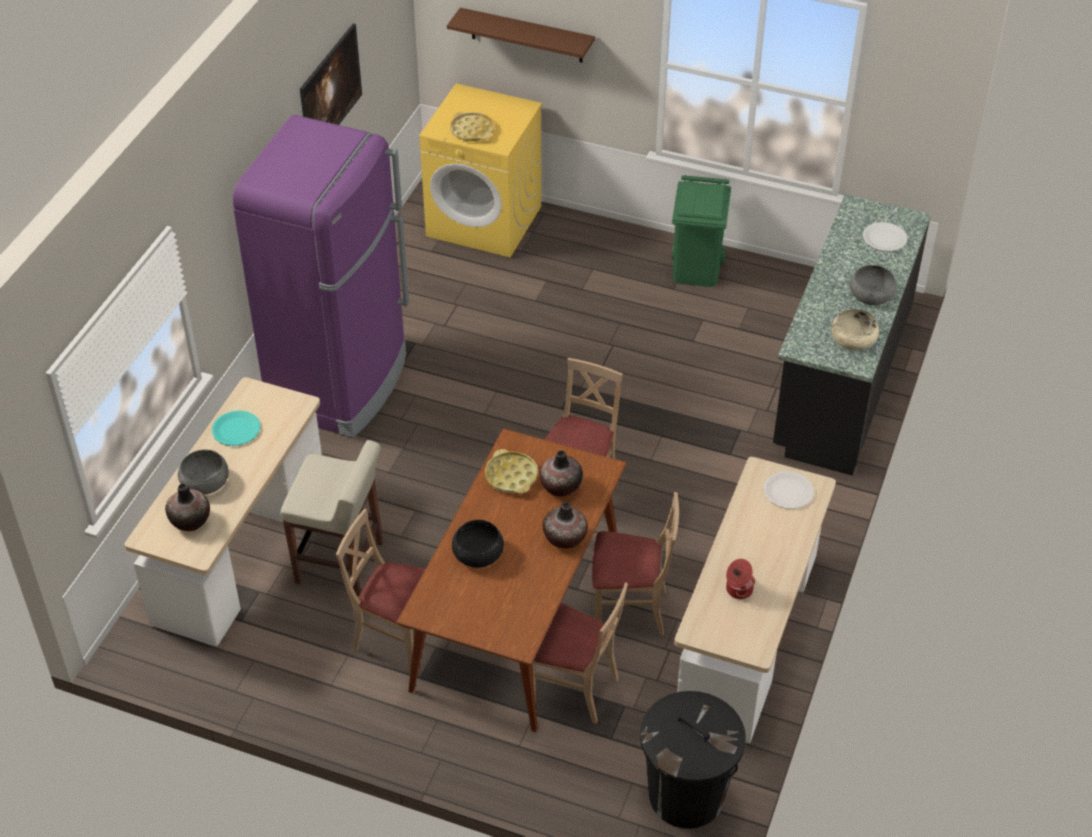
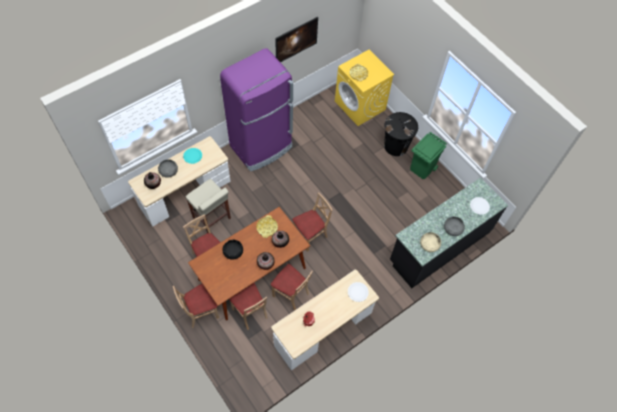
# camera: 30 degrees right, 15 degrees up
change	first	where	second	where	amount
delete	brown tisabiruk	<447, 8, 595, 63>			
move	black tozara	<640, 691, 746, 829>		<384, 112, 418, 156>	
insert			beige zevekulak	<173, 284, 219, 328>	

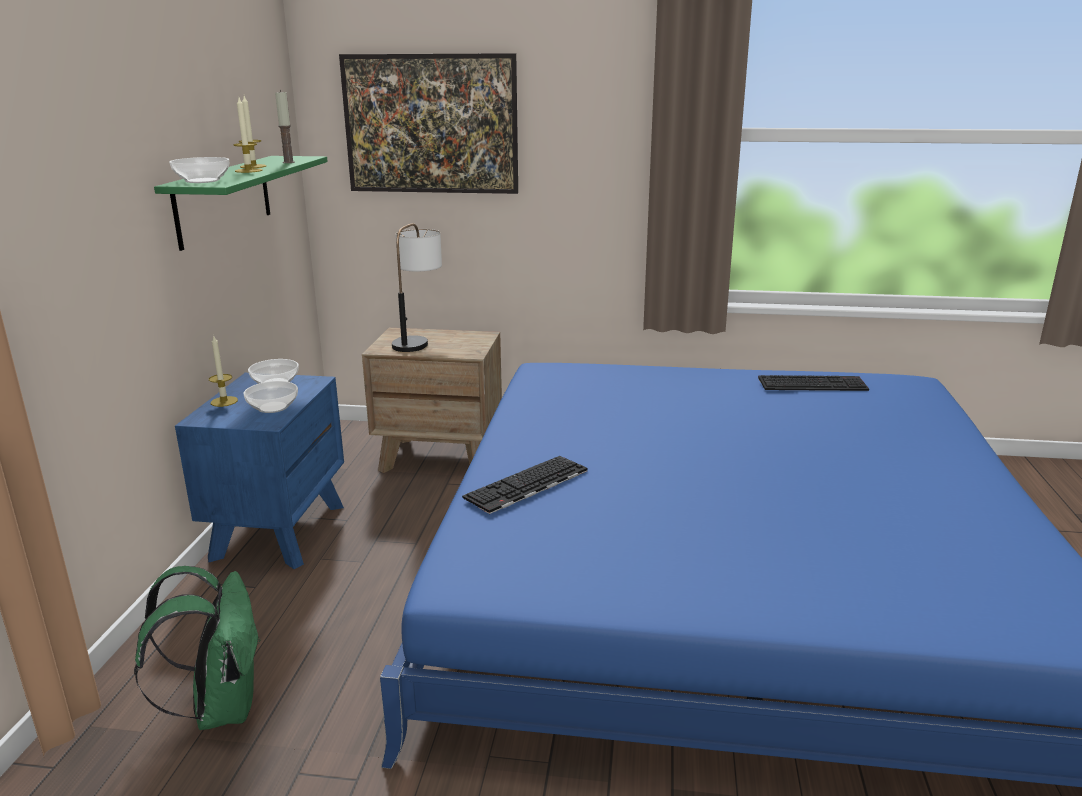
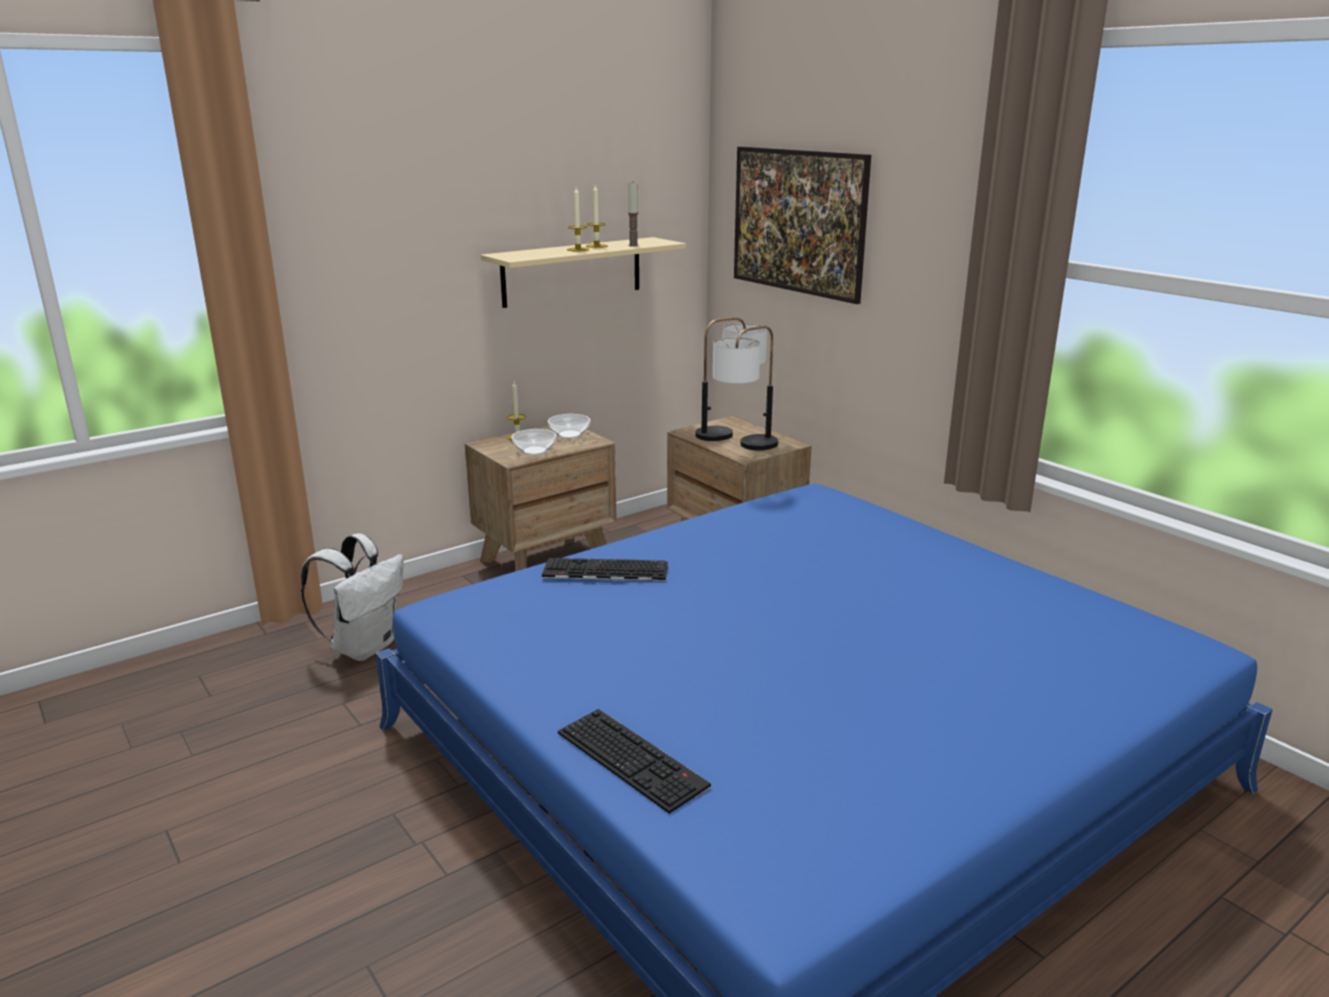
# camera: 45 degrees right, 0 degrees up
change	first	where	second	where	amount
recolor	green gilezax	<134, 566, 261, 730>	white gilezax	<301, 533, 404, 661>	
recolor	green tisabiruk	<154, 156, 328, 251>	beige tisabiruk	<481, 237, 686, 308>	
delete	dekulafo	<169, 157, 229, 183>			
recolor	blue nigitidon	<175, 373, 344, 569>	brown nigitidon	<465, 425, 617, 571>	
move	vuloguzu	<758, 375, 869, 391>		<558, 709, 711, 814>	
insert			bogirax	<713, 326, 778, 450>	

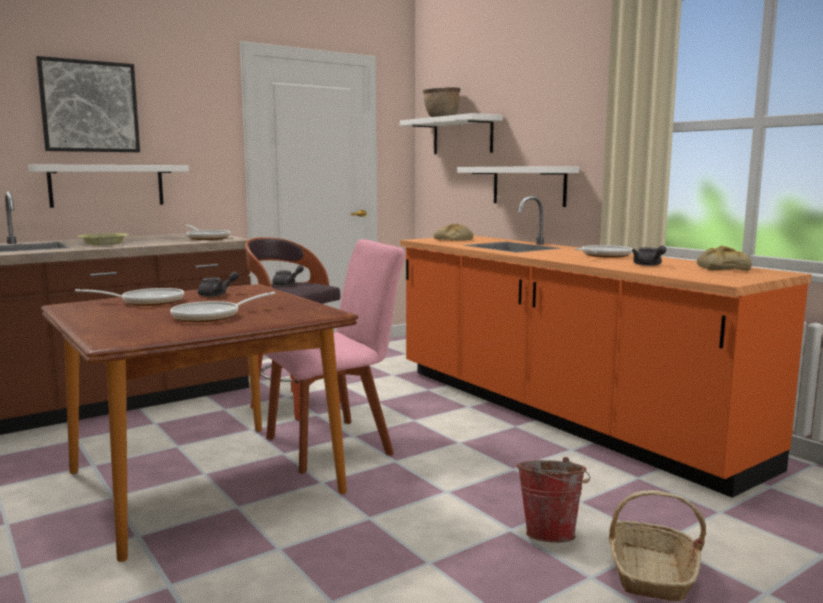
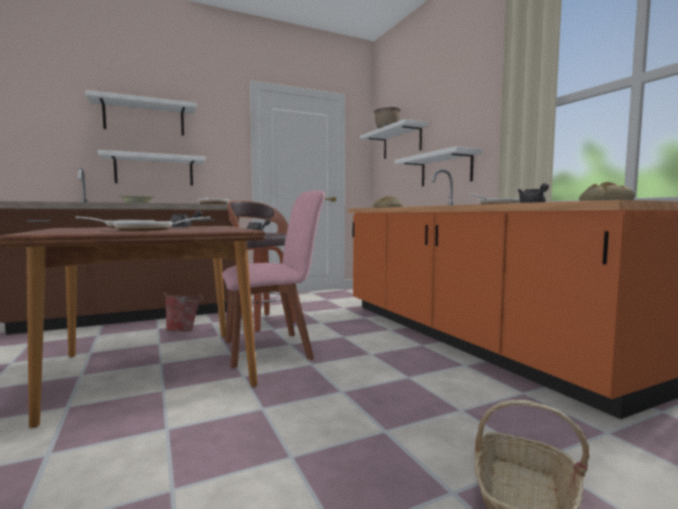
# camera: 10 degrees right, 5 degrees down
change	first	where	second	where	amount
replace	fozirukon	<36, 56, 140, 152>	white tisabiruk	<85, 90, 197, 136>	
move	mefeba	<517, 457, 590, 543>		<164, 292, 203, 332>	

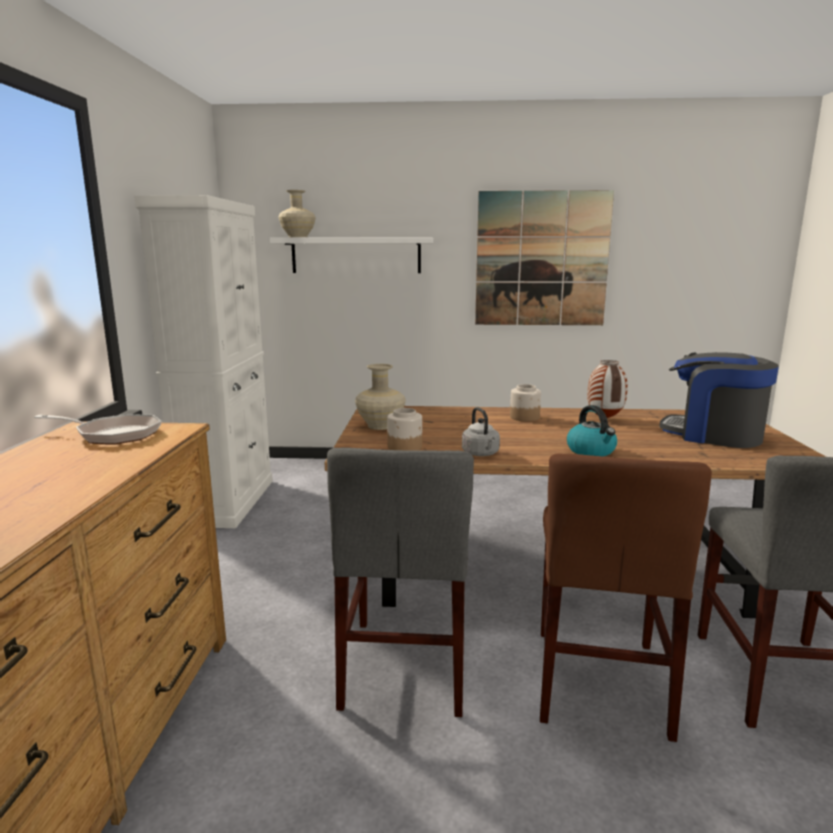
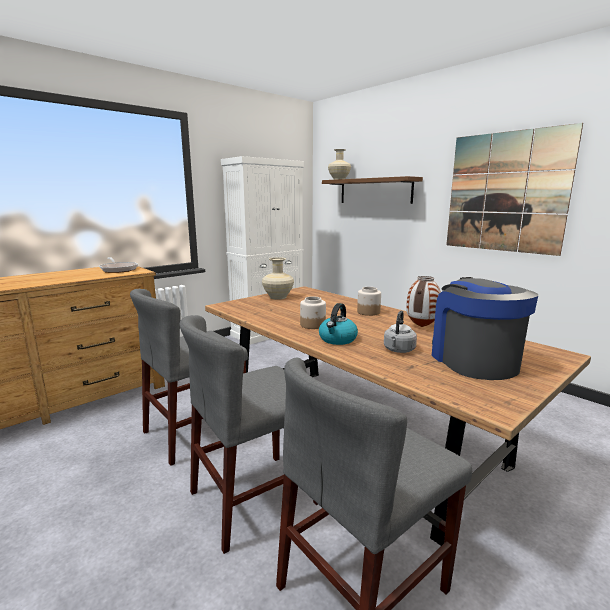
# camera: 45 degrees right, 0 degrees up
change	first	where	second	where	amount
recolor	white tisabiruk	<270, 237, 434, 273>	brown tisabiruk	<322, 176, 423, 204>	
move	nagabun	<387, 408, 422, 451>		<300, 296, 326, 329>	
move	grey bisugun	<462, 407, 500, 456>		<384, 311, 417, 353>	
recolor	brown zevekulak	<540, 453, 712, 742>	grey zevekulak	<179, 315, 318, 554>	

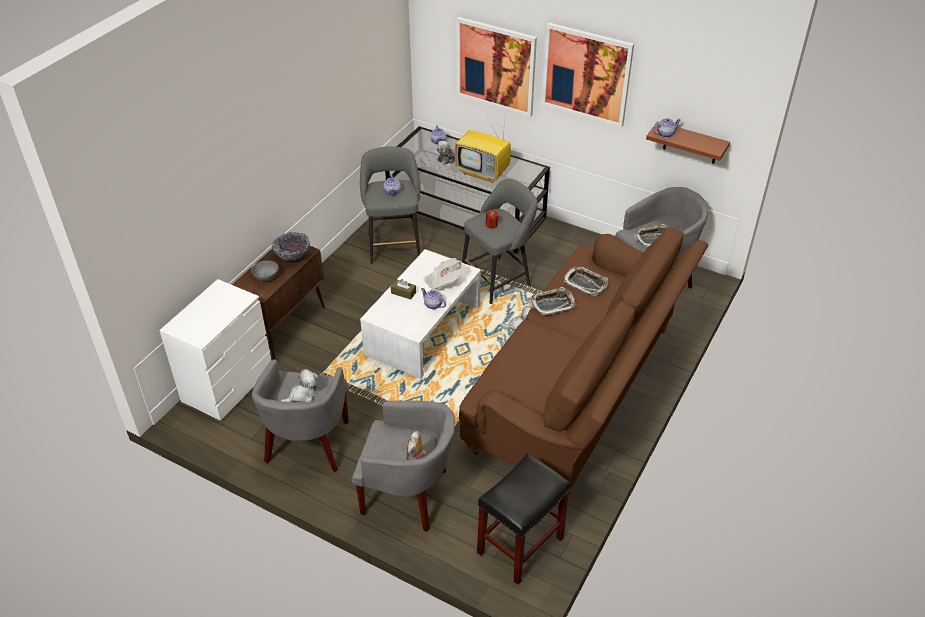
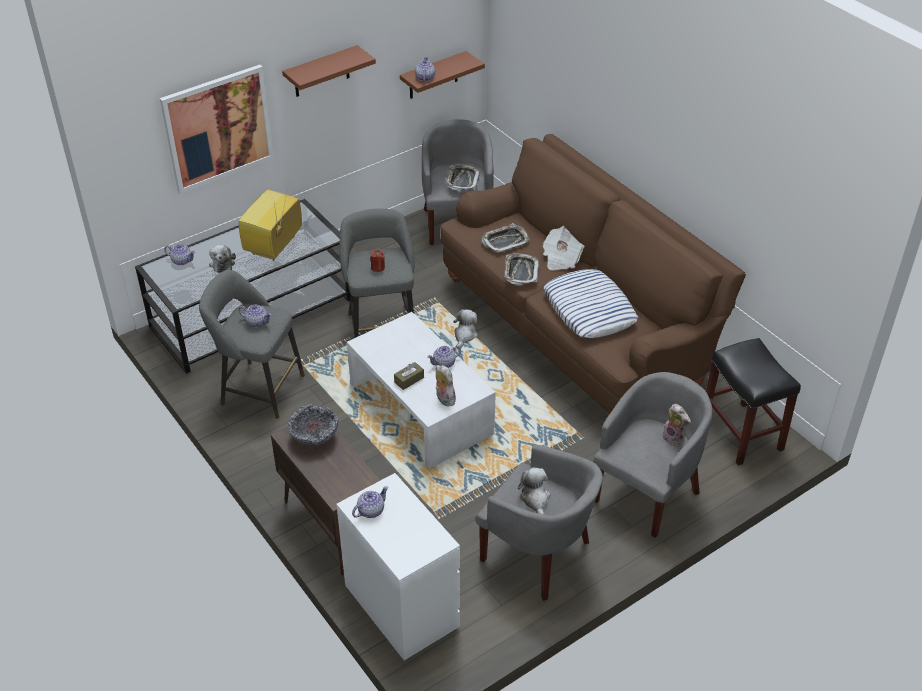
# camera: 65 degrees left, 0 degrees up
change	first	where	second	where	amount
delete	grey dekulafo	<251, 261, 279, 281>			
move	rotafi	<424, 258, 463, 290>		<543, 226, 585, 270>	
rotate	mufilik	<455, 113, 511, 183>		<239, 189, 302, 260>	150 degrees clockwise
replace	fozirukon	<541, 22, 634, 128>	brown tisabiruk	<282, 45, 376, 97>	
insert			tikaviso	<352, 486, 388, 518>	
insert			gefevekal	<436, 365, 456, 407>	
insert			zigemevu	<544, 269, 638, 338>	

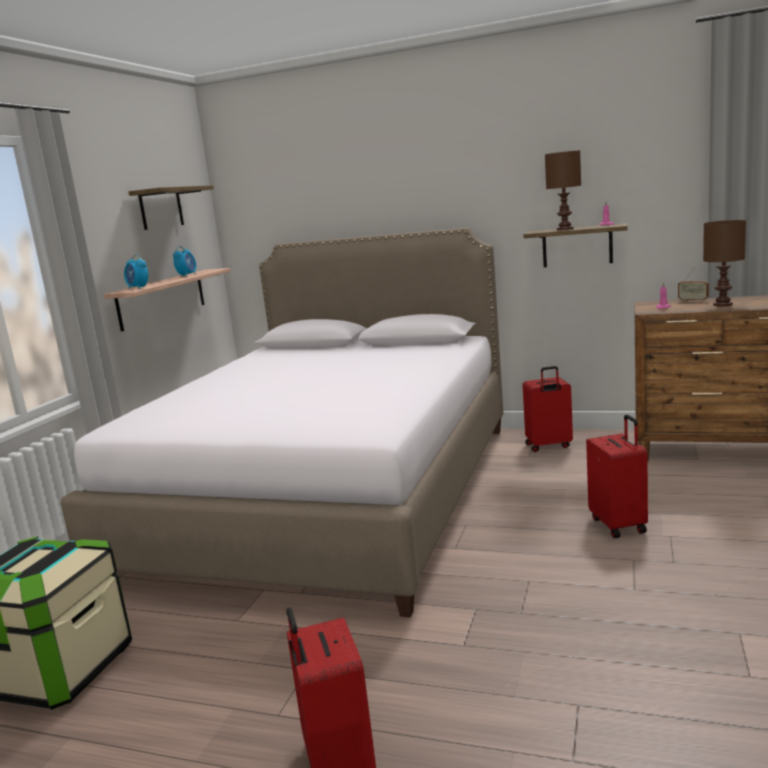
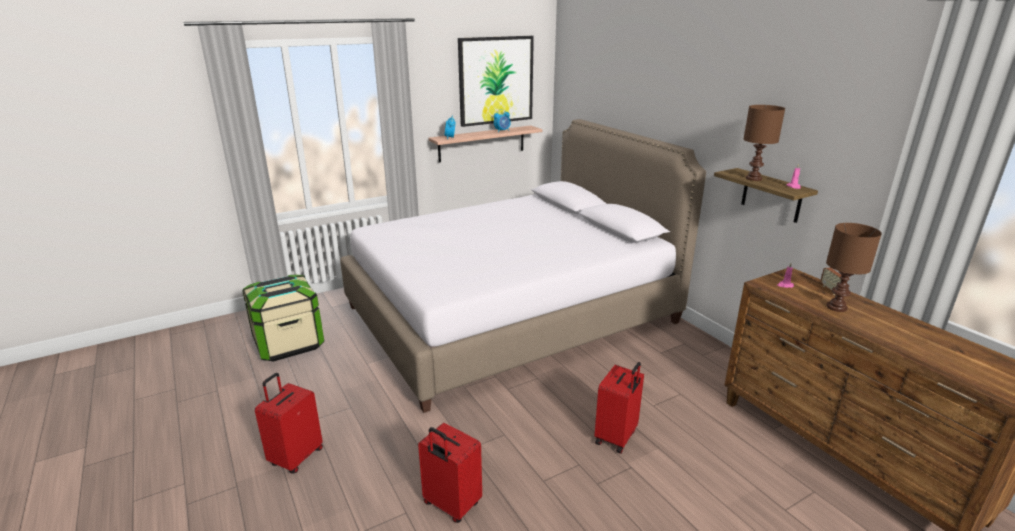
# camera: 40 degrees right, 10 degrees up
change	first	where	second	where	amount
replace	tisabiruk	<129, 185, 214, 230>	fozirukon	<458, 36, 534, 127>	
move	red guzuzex	<522, 366, 573, 452>		<418, 423, 482, 523>	

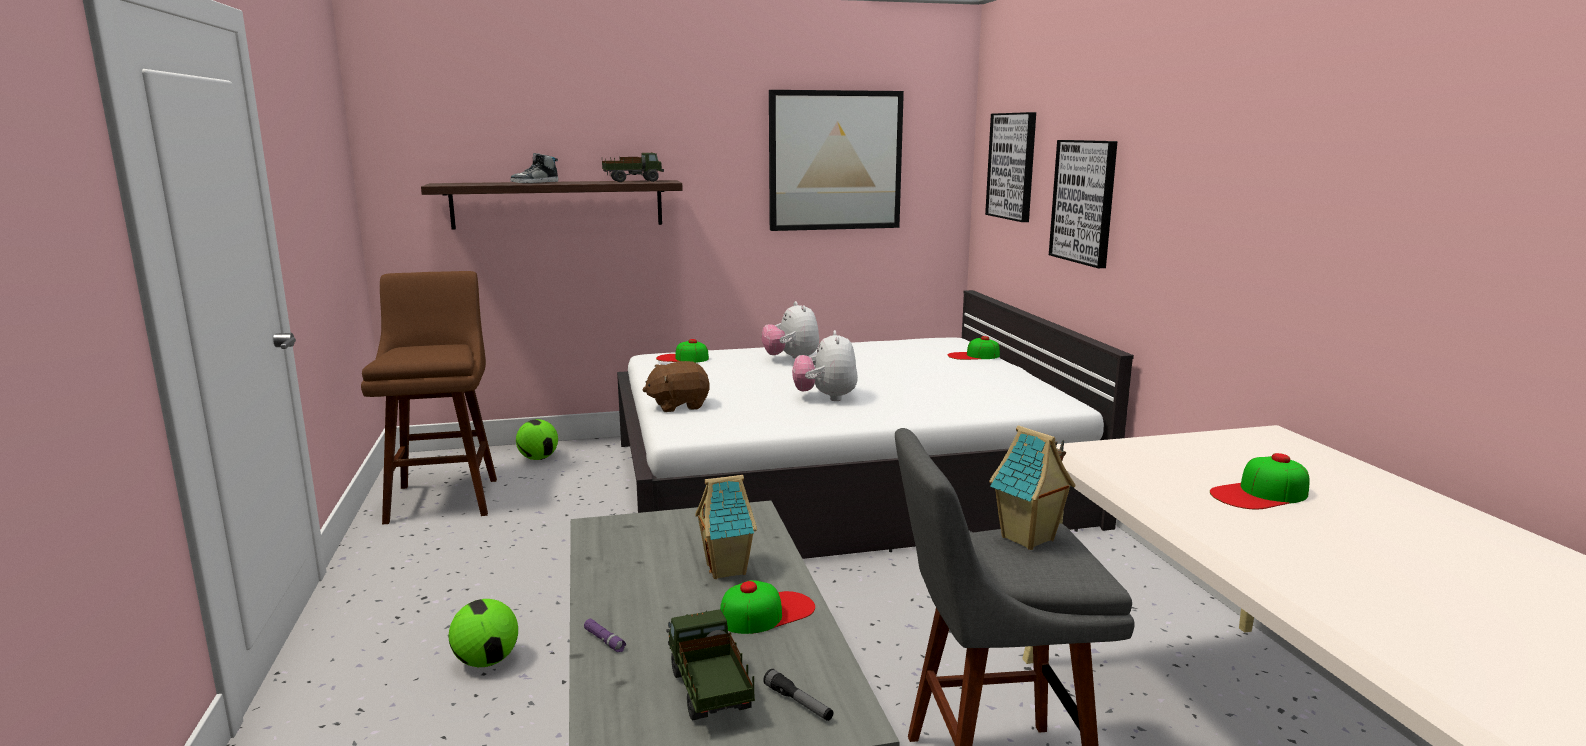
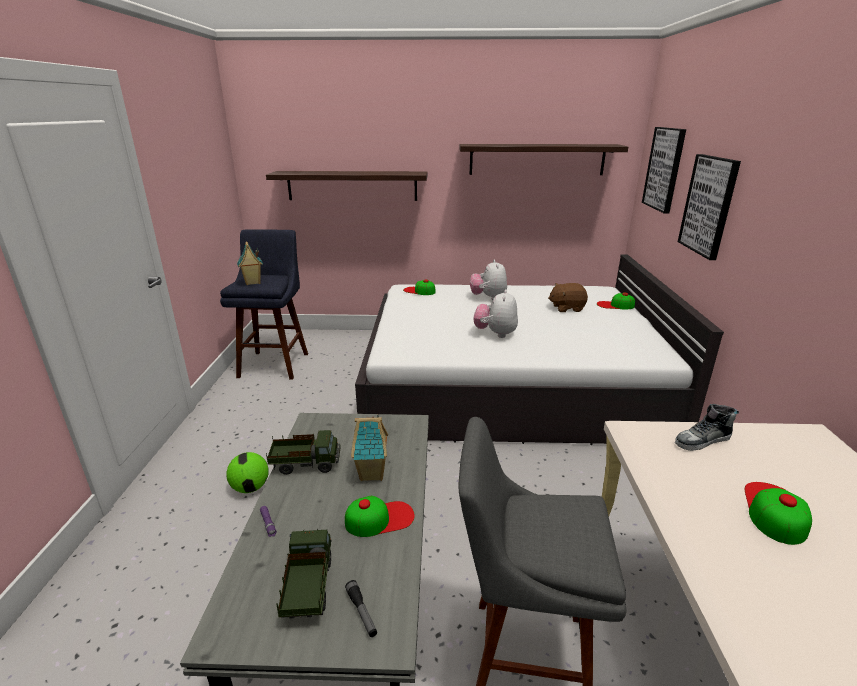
# camera: 15 degrees right, 10 degrees up
change	first	where	second	where	amount
recolor	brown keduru	<361, 271, 497, 525>	blue keduru	<220, 229, 308, 380>	
move	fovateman	<510, 153, 558, 183>		<675, 404, 739, 451>	
delete	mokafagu	<516, 419, 558, 460>			
move	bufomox	<602, 152, 664, 182>		<266, 430, 341, 475>	
move	brown gefevekal	<643, 361, 709, 412>		<548, 283, 588, 312>	
replace	fozirukon	<769, 90, 904, 231>	tisabiruk	<459, 144, 628, 175>	
move	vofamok	<989, 425, 1075, 550>		<237, 242, 263, 285>	
rotate	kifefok	<1210, 453, 1310, 510>		<745, 482, 812, 545>	120 degrees clockwise

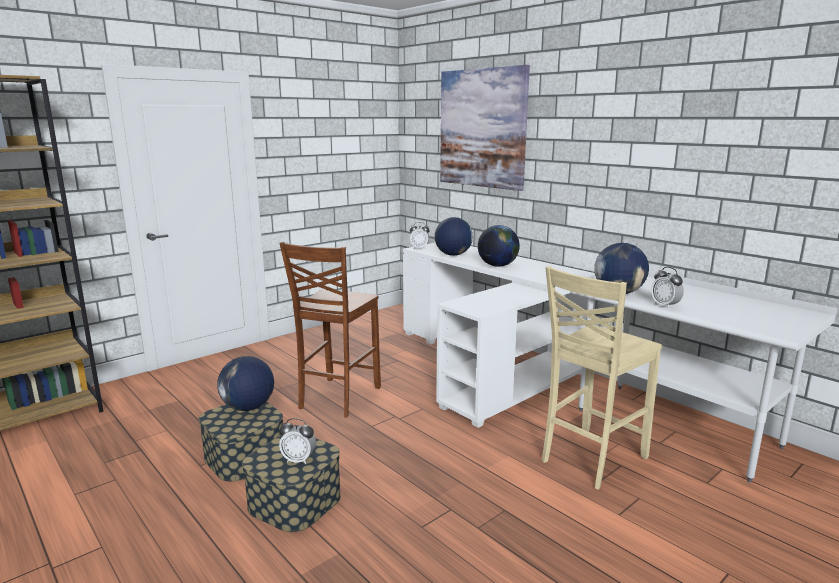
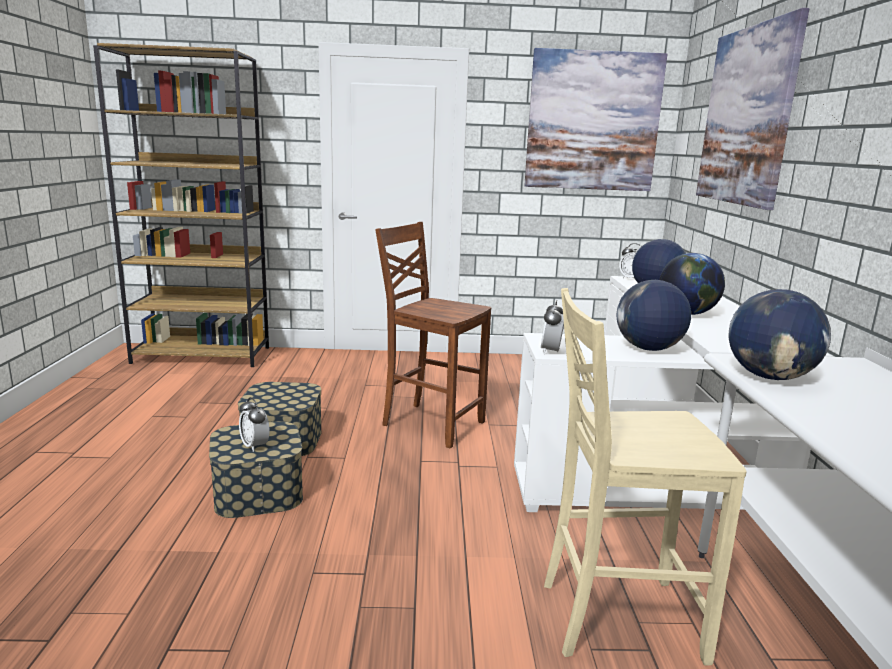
# camera: 40 degrees right, 0 degrees up
change	first	where	second	where	amount
move	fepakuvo	<217, 356, 274, 411>		<617, 280, 691, 351>	
rotate	brown zevekulak	<279, 242, 381, 417>		<375, 222, 491, 448>	60 degrees clockwise
move	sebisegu	<651, 267, 684, 309>		<541, 300, 564, 354>	
insert			fozirukon	<524, 48, 668, 191>	

